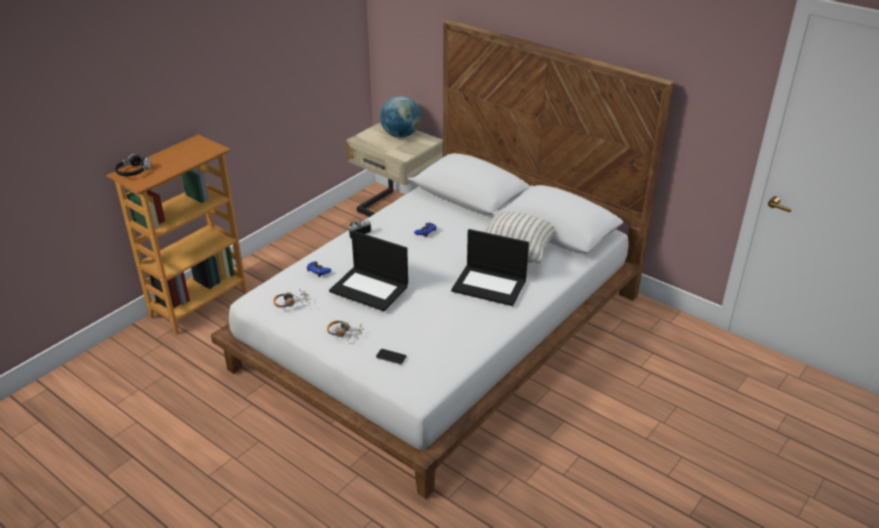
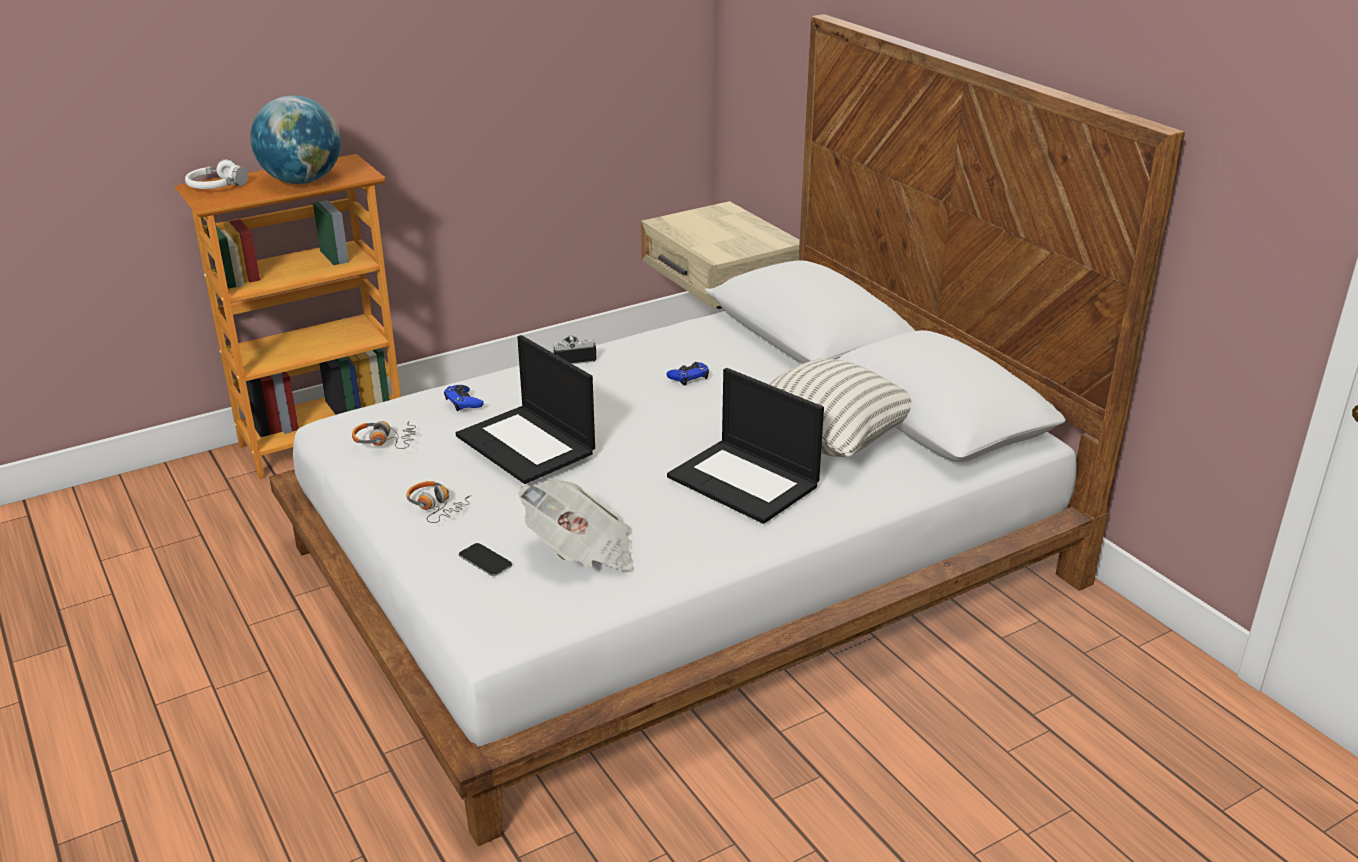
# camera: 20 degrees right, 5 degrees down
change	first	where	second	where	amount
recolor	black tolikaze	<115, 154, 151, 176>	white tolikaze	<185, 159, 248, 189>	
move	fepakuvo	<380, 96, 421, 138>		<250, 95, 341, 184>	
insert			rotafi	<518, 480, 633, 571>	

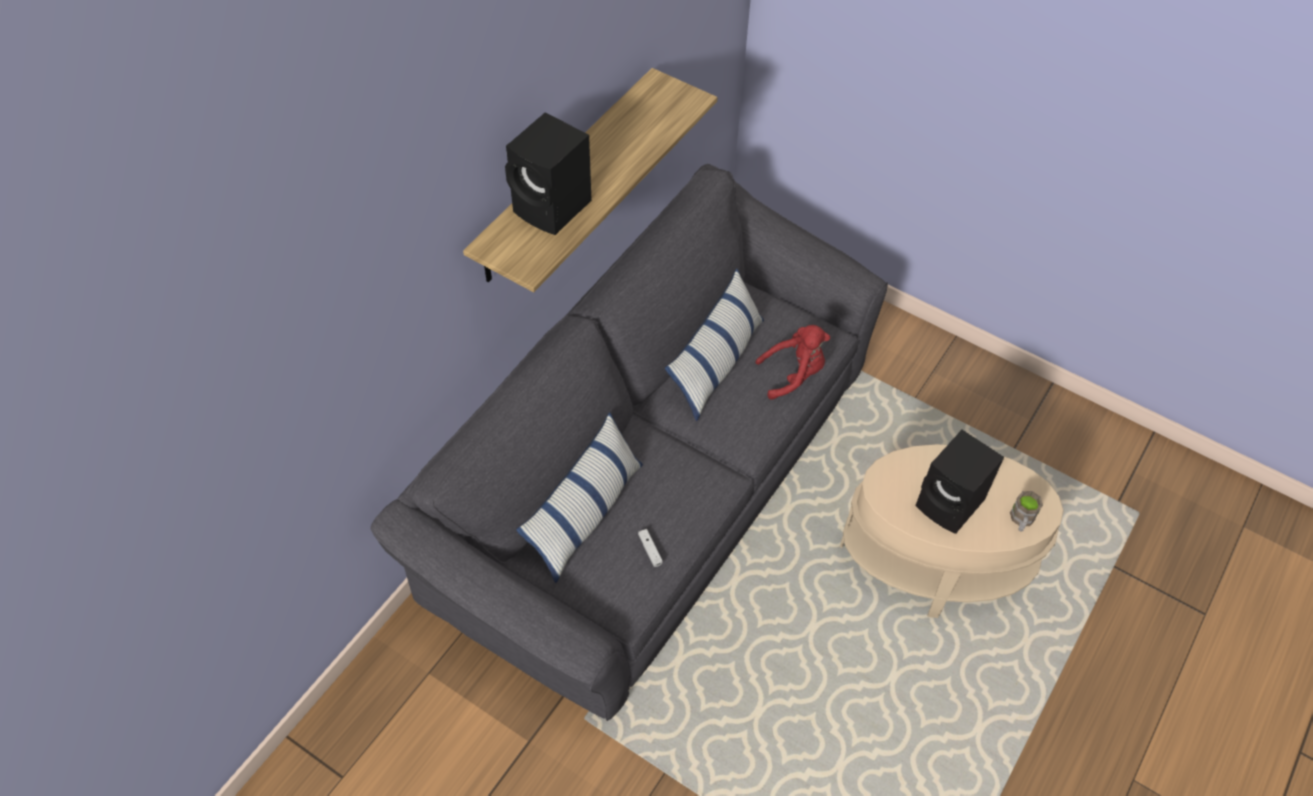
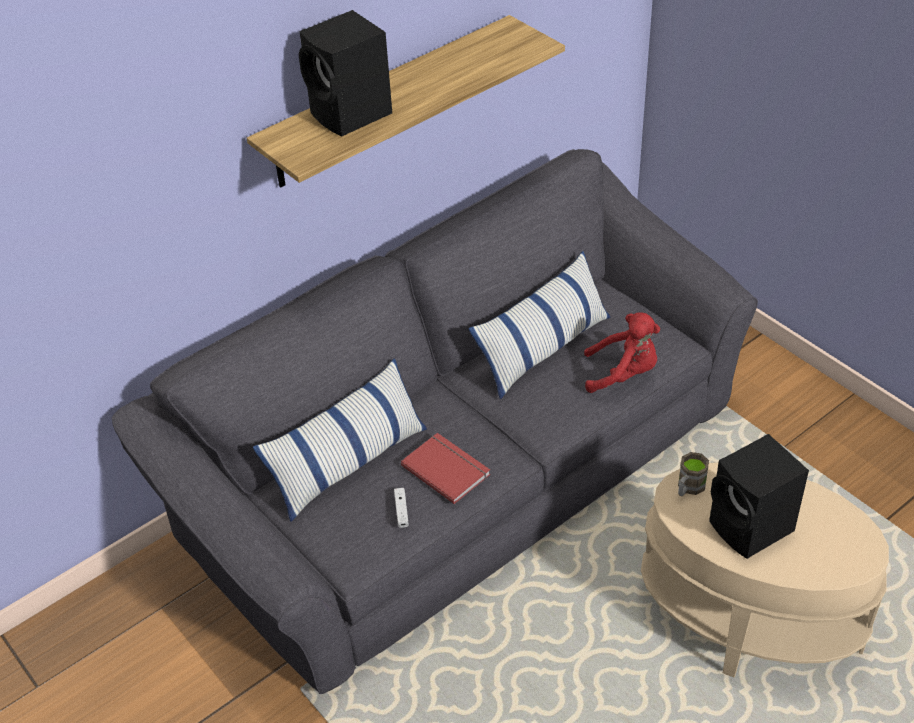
# camera: 20 degrees right, 10 degrees down
change	first	where	second	where	amount
move	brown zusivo	<1010, 491, 1043, 532>		<678, 452, 709, 496>	
insert			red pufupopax	<401, 433, 490, 504>	

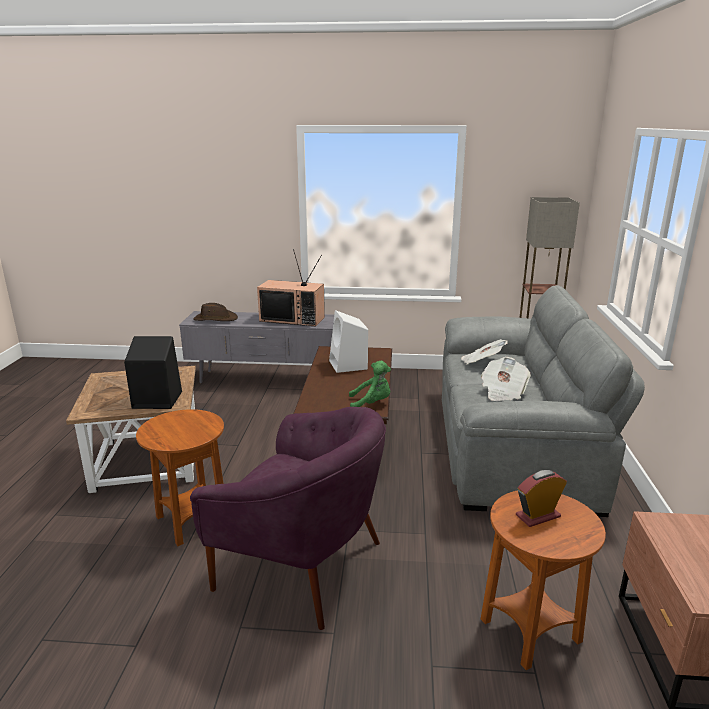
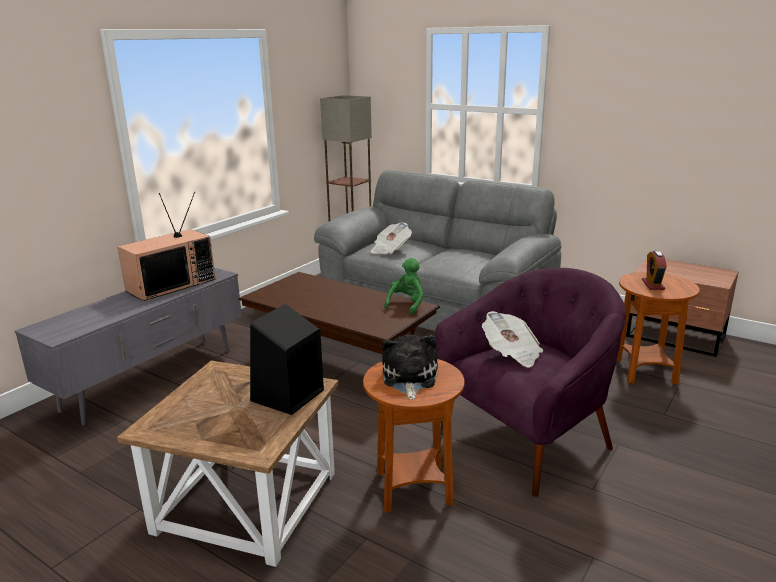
# camera: 60 degrees left, 0 degrees up
change	first	where	second	where	amount
delete	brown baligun	<193, 303, 238, 321>			
delete	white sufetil	<329, 310, 368, 373>			
move	rotafi	<481, 357, 531, 401>		<482, 311, 543, 368>	
insert			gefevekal	<382, 334, 438, 400>	

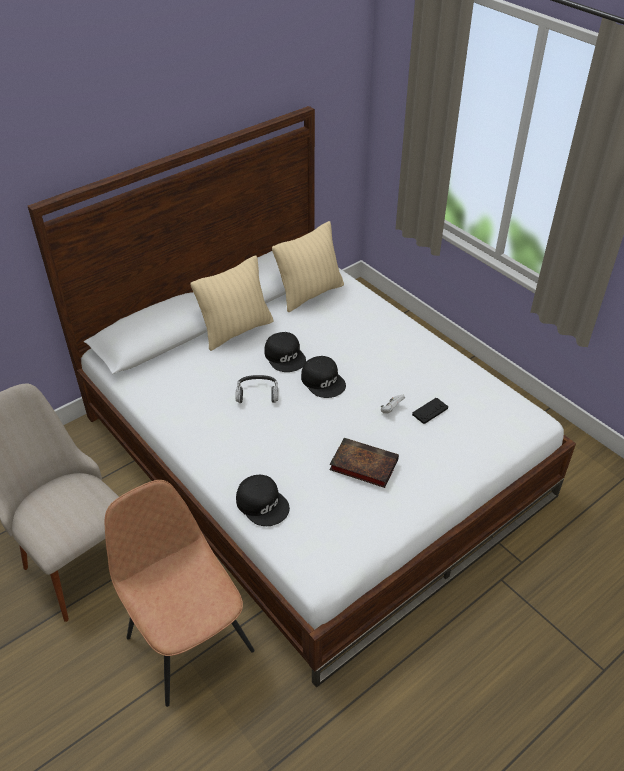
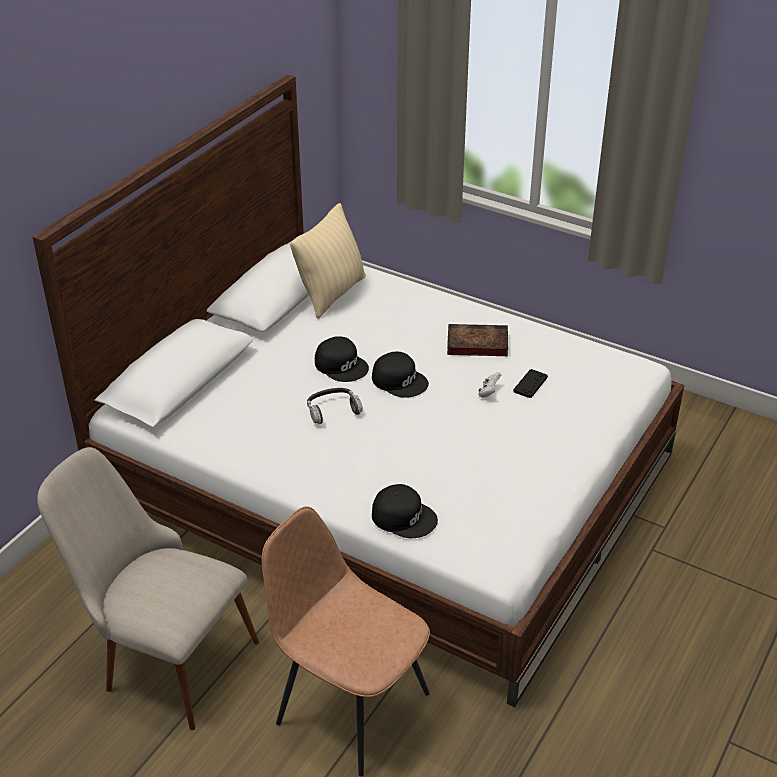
# camera: 20 degrees left, 5 degrees down
change	first	where	second	where	amount
delete	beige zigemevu	<190, 255, 274, 351>			
move	pufupopax	<330, 438, 399, 488>		<447, 324, 508, 356>	

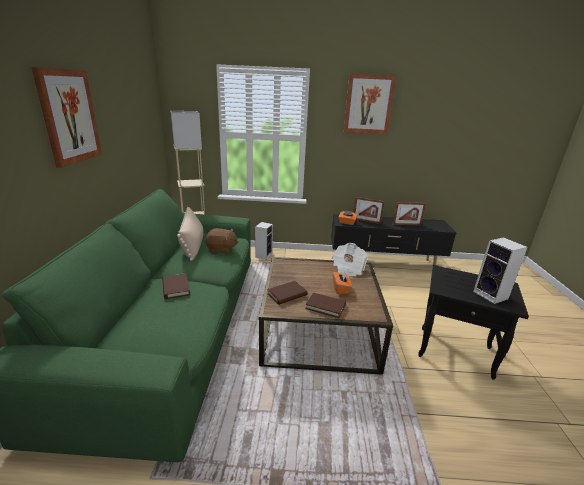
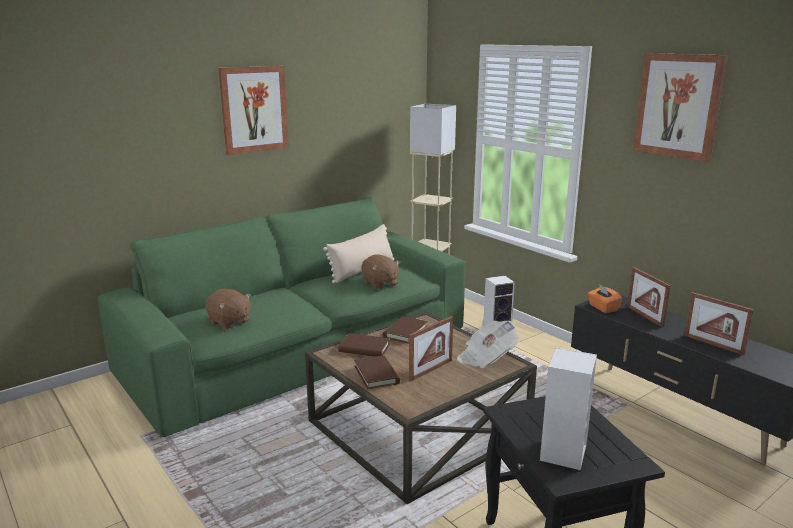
# camera: 50 degrees right, 5 degrees down
change	first	where	second	where	amount
move	brown pufupopax	<162, 273, 190, 299>		<383, 316, 428, 344>	
replace	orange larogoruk	<333, 271, 352, 294>	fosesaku	<409, 316, 453, 381>	
insert			brown gefevekal	<205, 289, 251, 330>	

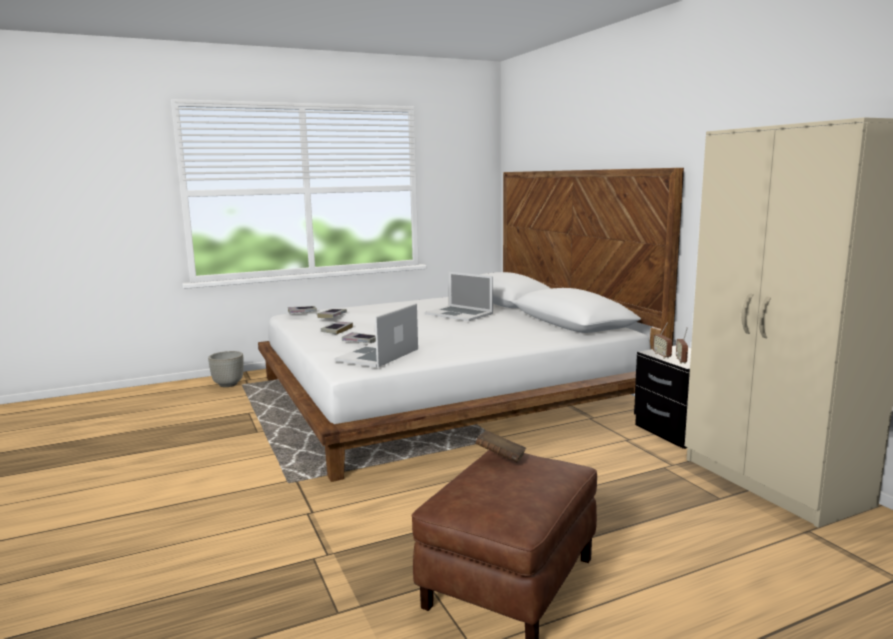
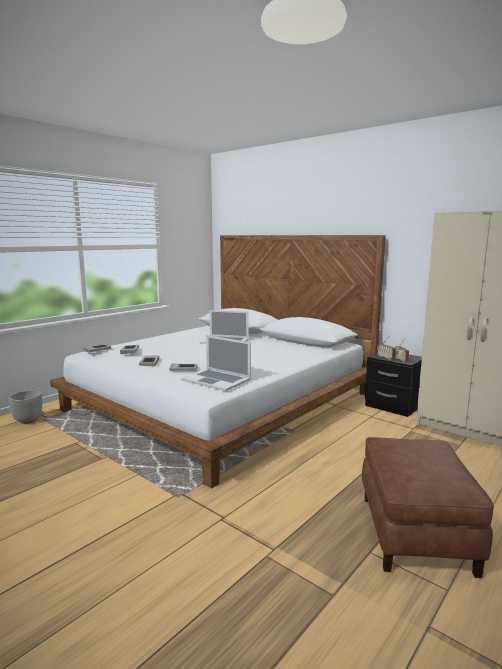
# camera: 25 degrees left, 0 degrees up
change	first	where	second	where	amount
rotate	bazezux	<335, 303, 418, 367>		<181, 335, 251, 391>	60 degrees counterclockwise
delete	brown pufupopax	<475, 430, 526, 463>			

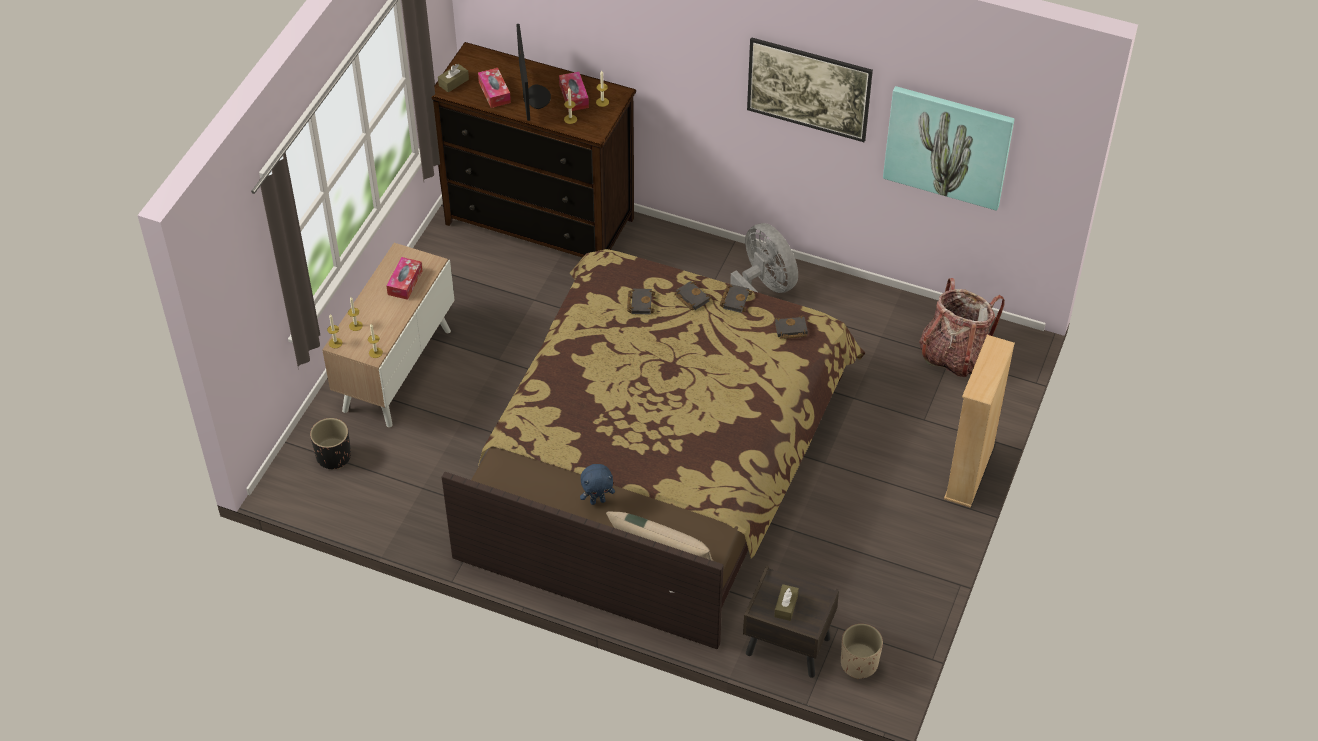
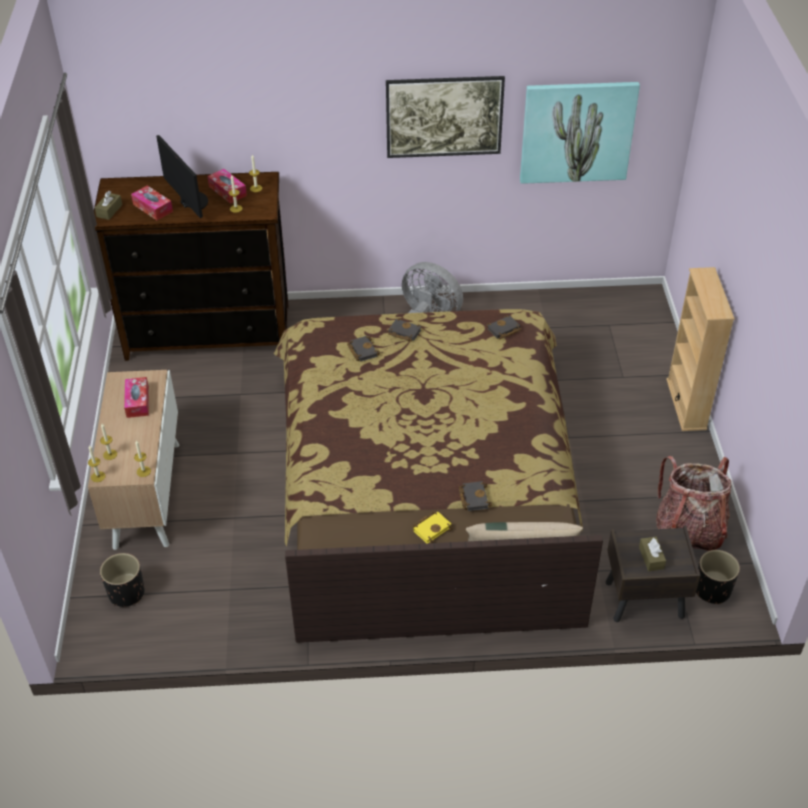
# camera: 25 degrees left, 5 degrees down
change	first	where	second	where	amount
replace	blue gefevekal	<580, 464, 615, 505>	yellow pufupopax	<412, 511, 453, 543>	
move	black pufupopax	<720, 284, 752, 313>		<459, 481, 492, 511>	
recolor	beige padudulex	<841, 624, 883, 679>	black padudulex	<696, 550, 740, 604>	
move	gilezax	<919, 278, 1005, 377>		<656, 456, 731, 551>	

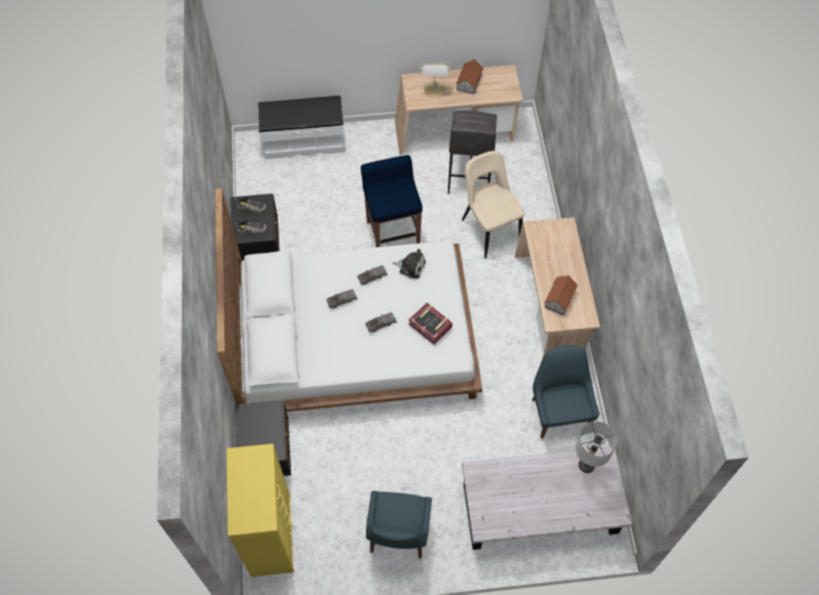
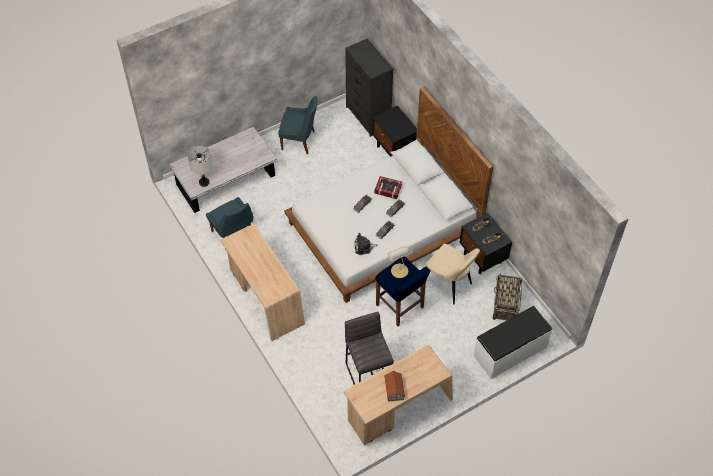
# camera: 155 degrees right, 5 degrees down
change	first	where	second	where	amount
recolor	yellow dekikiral	<226, 444, 294, 577>	black dekikiral	<345, 39, 393, 137>	
rotate	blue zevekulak	<366, 491, 432, 559>		<278, 96, 318, 154>	120 degrees clockwise
move	pufupopax	<409, 303, 452, 345>		<374, 176, 402, 199>	
move	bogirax	<420, 63, 450, 98>		<388, 246, 412, 278>	
move	beige zevekulak	<462, 151, 524, 258>		<426, 244, 480, 304>	
delete	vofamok	<544, 275, 578, 315>			
insert			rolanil	<492, 273, 523, 321>	

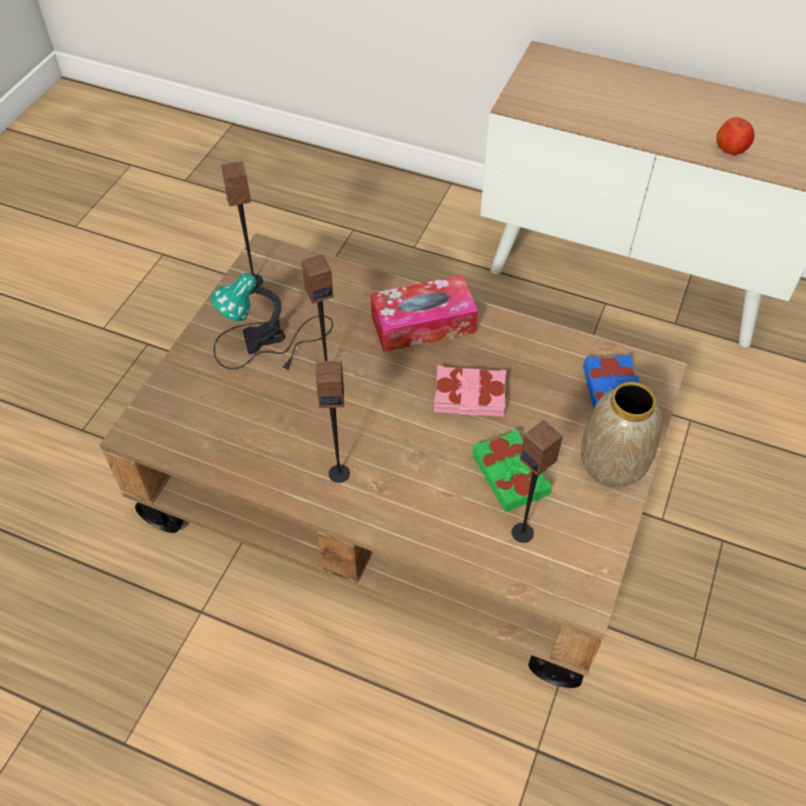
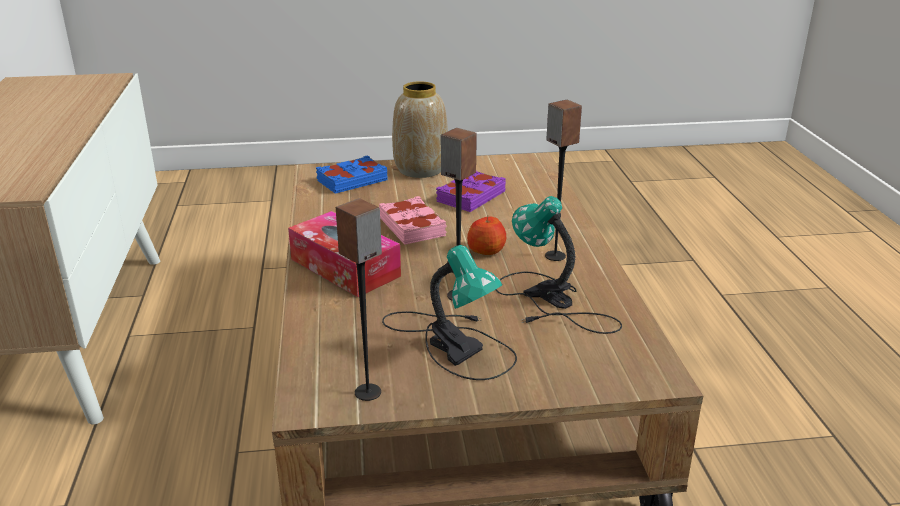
# camera: 120 degrees left, 25 degrees down
change	first	where	second	where	amount
recolor	green pufupopax	<472, 429, 551, 512>	purple pufupopax	<436, 170, 506, 212>	
delete	sufetil	<512, 420, 563, 543>			
move	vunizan	<716, 117, 754, 155>		<467, 217, 506, 255>	
insert			bogirax	<496, 196, 622, 334>	

